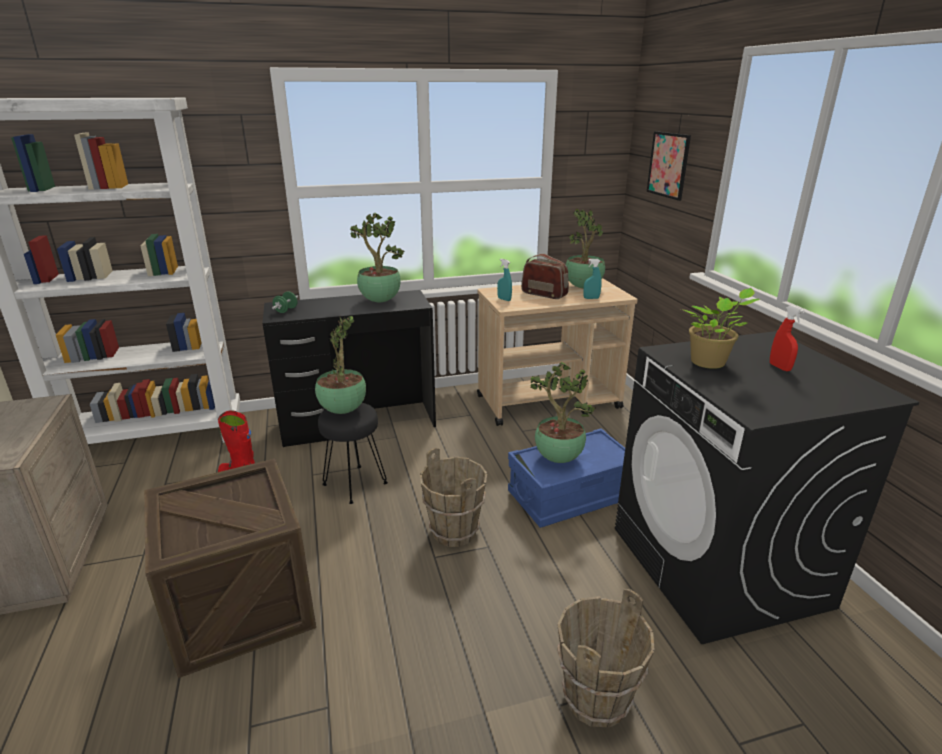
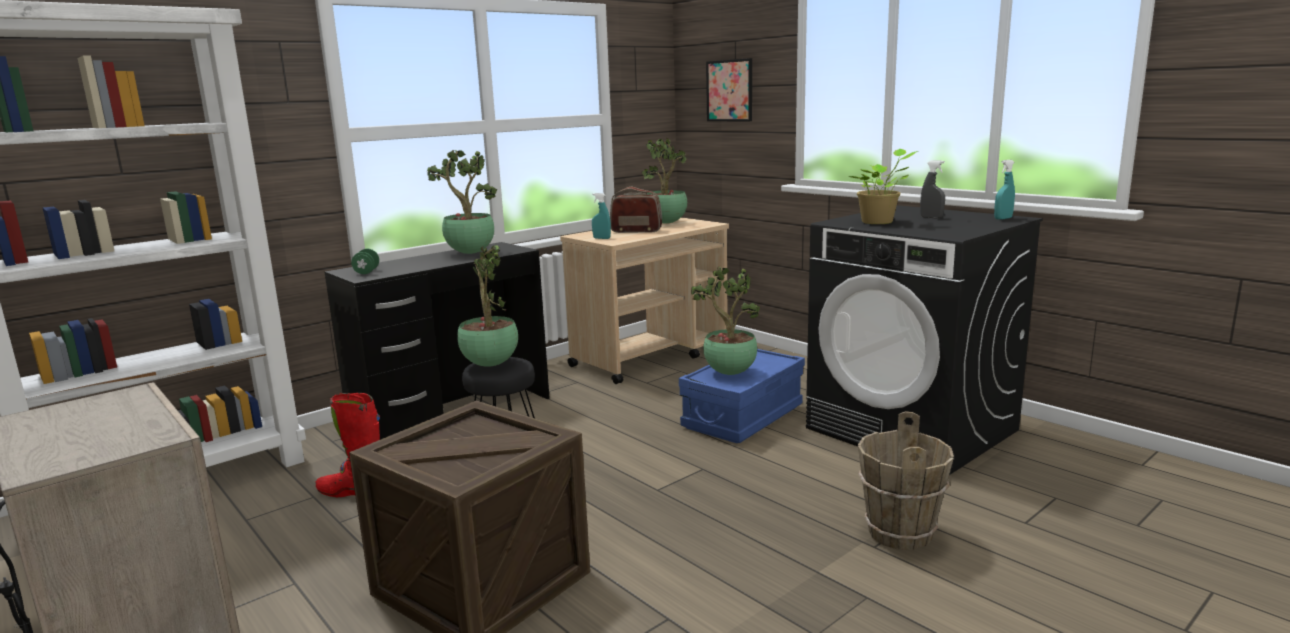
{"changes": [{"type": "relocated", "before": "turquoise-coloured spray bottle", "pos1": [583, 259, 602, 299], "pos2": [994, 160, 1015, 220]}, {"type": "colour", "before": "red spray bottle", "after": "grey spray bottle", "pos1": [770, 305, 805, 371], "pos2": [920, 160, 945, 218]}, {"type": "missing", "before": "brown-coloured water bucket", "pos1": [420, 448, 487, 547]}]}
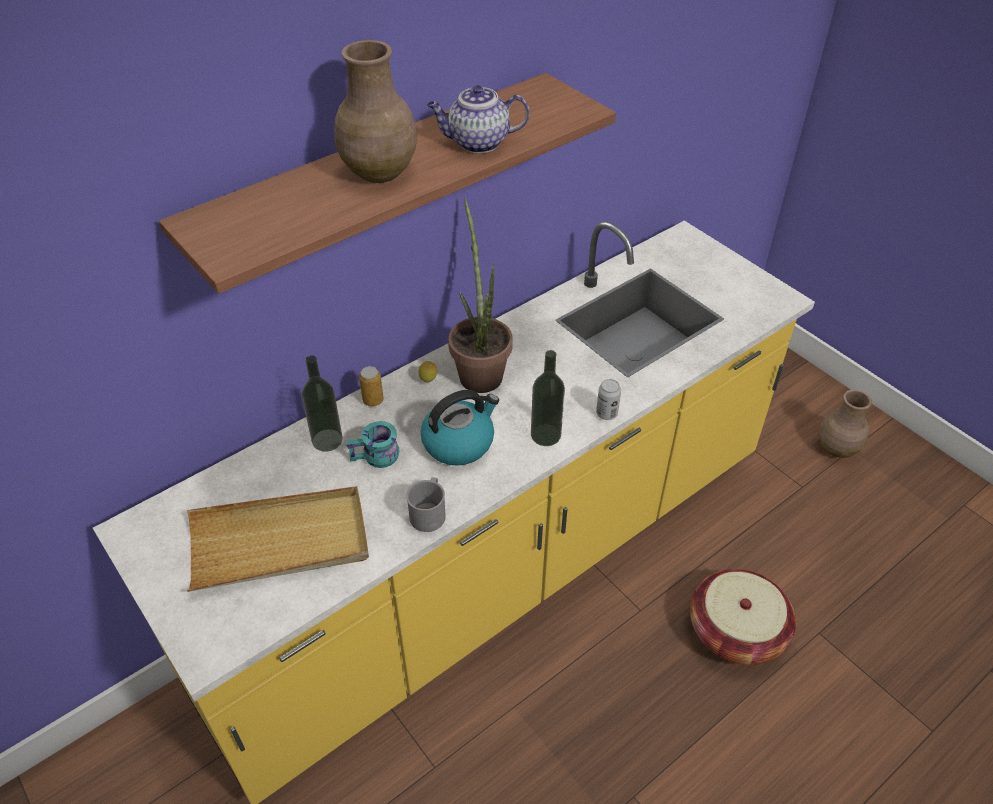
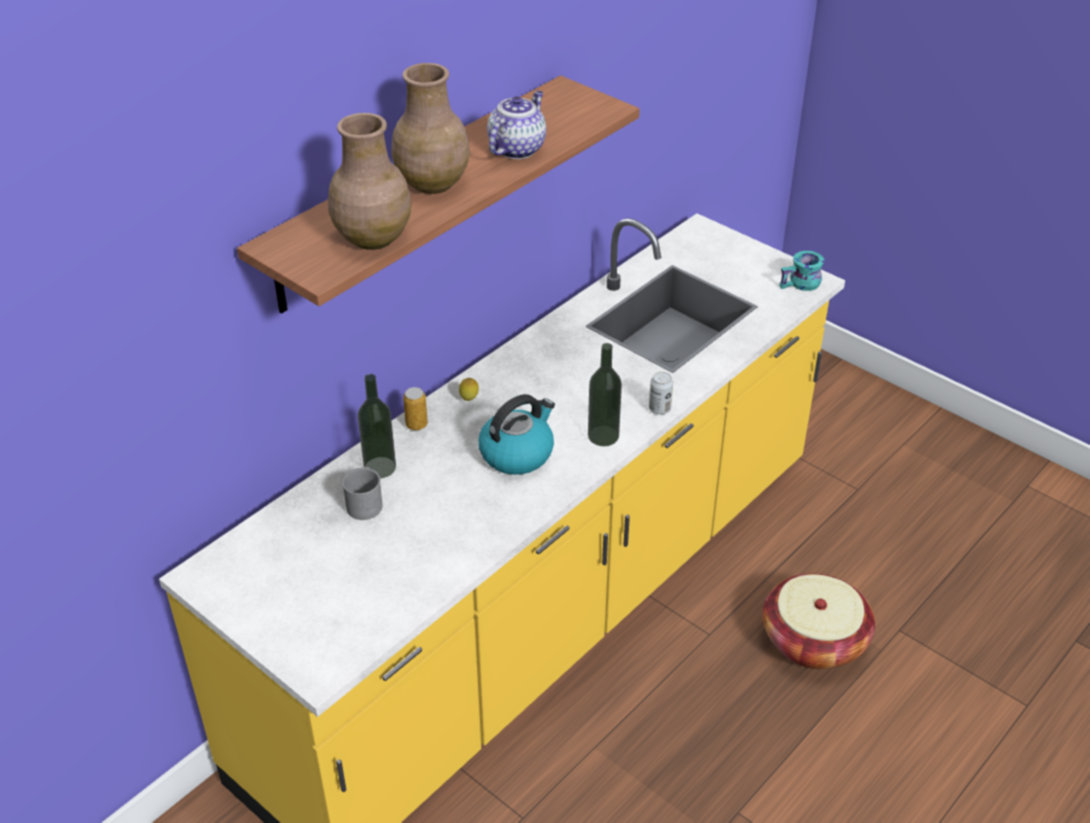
{"changes": [{"type": "spun", "before": "pot for tea", "pos1": [427, 85, 530, 153], "pos2": [487, 91, 546, 159], "turn": 135}, {"type": "missing", "before": "plant in a pot", "pos1": [448, 198, 513, 393]}, {"type": "relocated", "before": "brown-coloured flower vase", "pos1": [819, 390, 872, 458], "pos2": [328, 113, 412, 250]}, {"type": "relocated", "before": "turquoise-coloured mug", "pos1": [346, 421, 400, 468], "pos2": [779, 251, 824, 291]}, {"type": "relocated", "before": "grey mug", "pos1": [406, 477, 446, 532], "pos2": [342, 467, 383, 520]}, {"type": "missing", "before": "beige-coloured carrying tray", "pos1": [187, 486, 369, 592]}]}
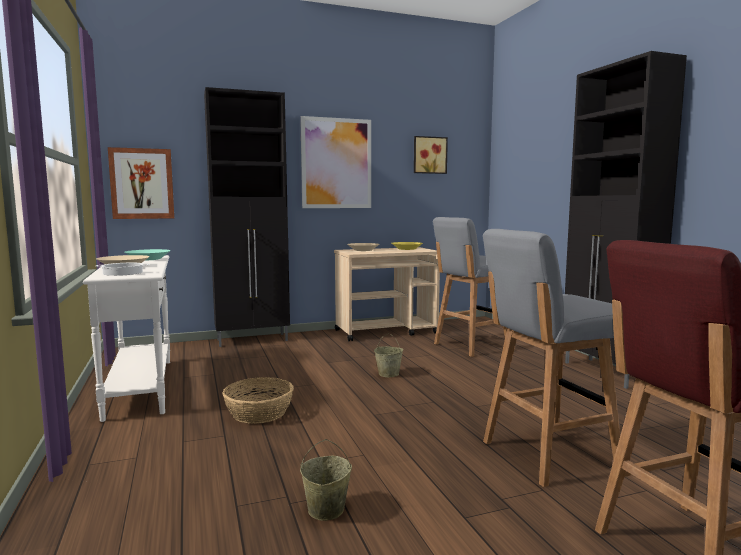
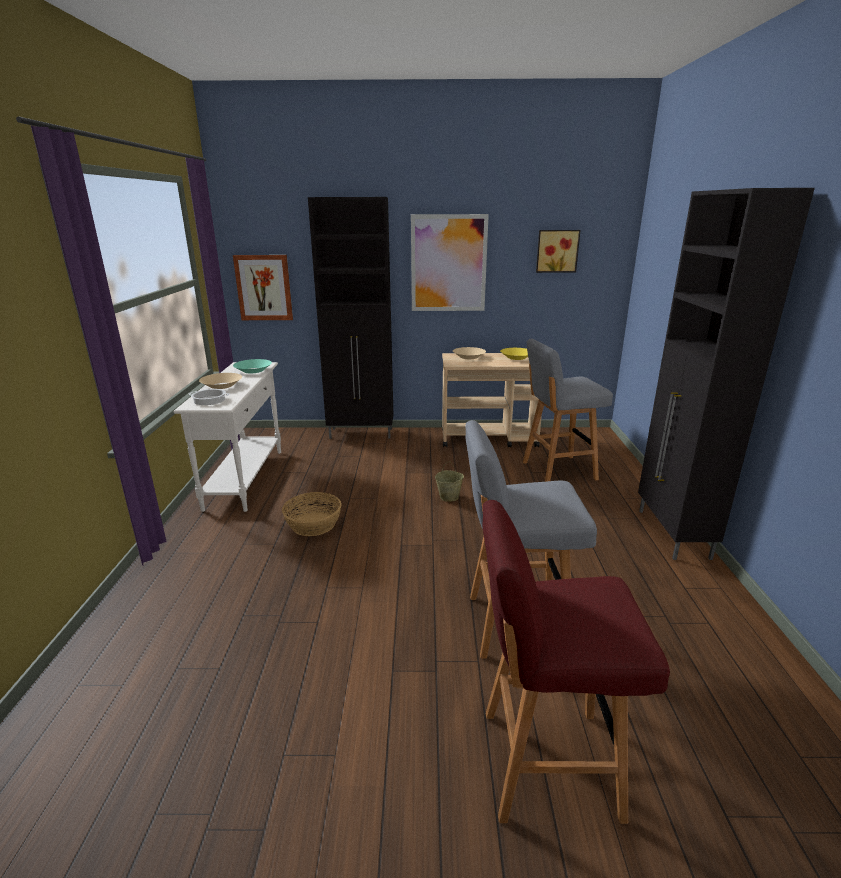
{"changes": [{"type": "missing", "before": "beige-coloured water bucket", "pos1": [300, 439, 352, 521]}]}
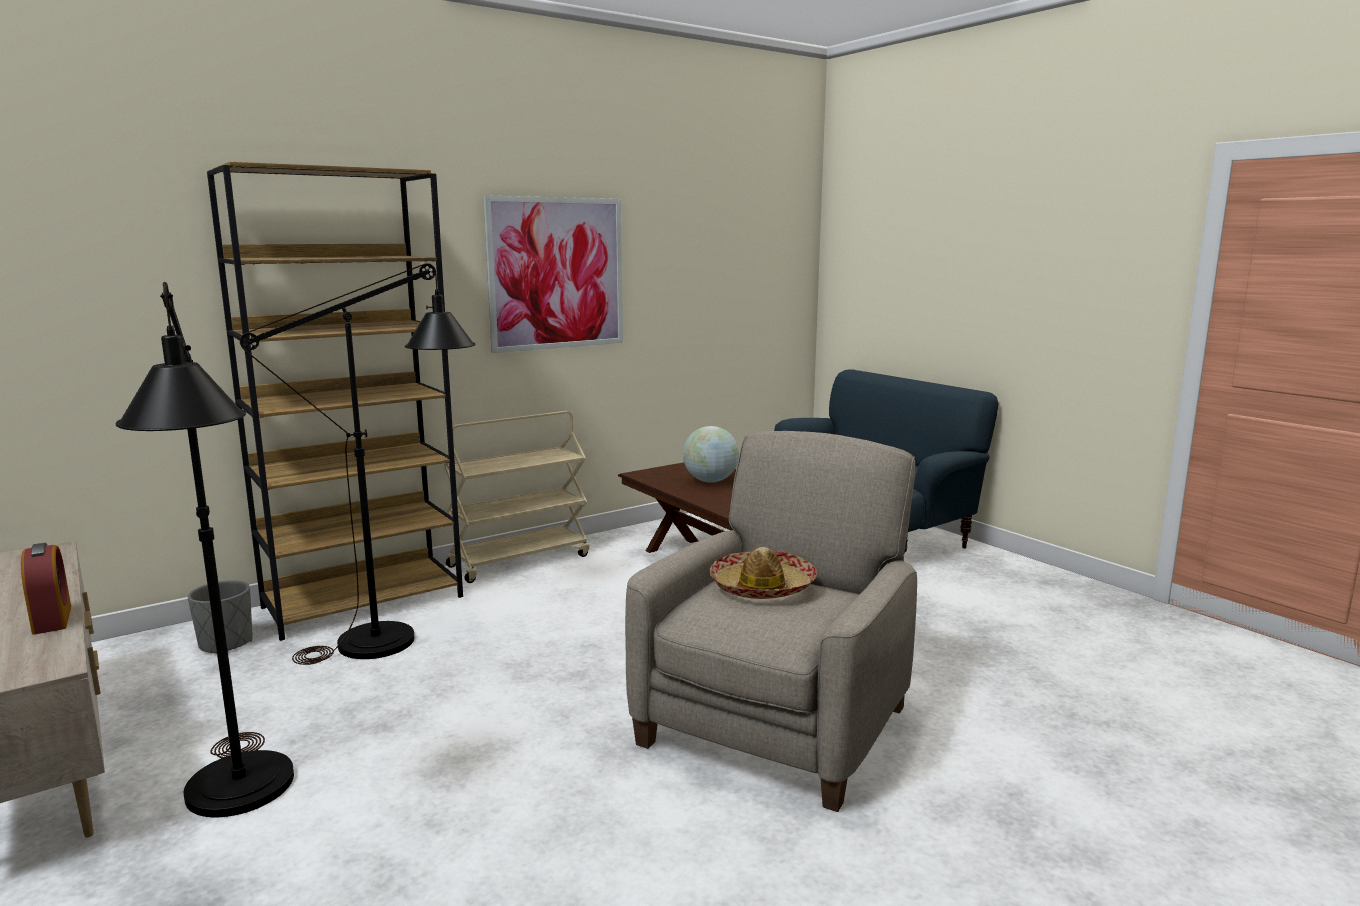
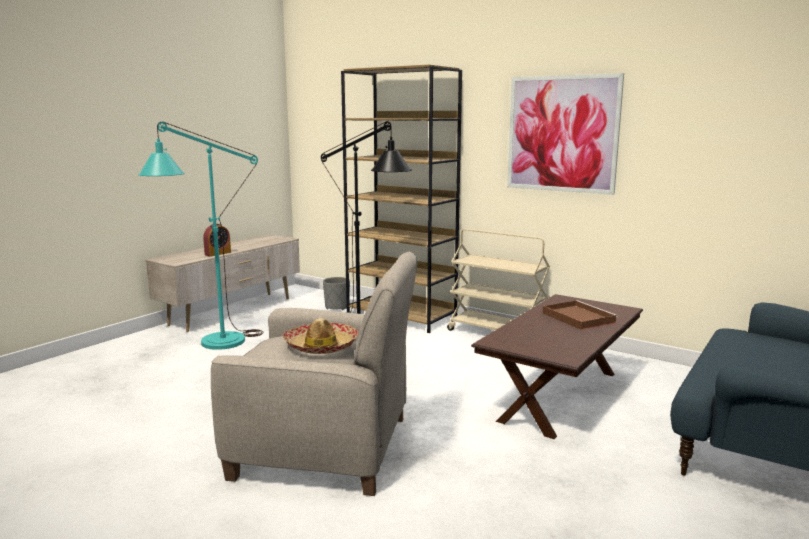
{"changes": [{"type": "colour", "before": "black standing lamp", "after": "turquoise-coloured standing lamp", "pos1": [116, 282, 294, 817], "pos2": [138, 122, 263, 350]}, {"type": "exchanged", "before": "world globe", "after": "brown-coloured carrying tray", "pos1": [683, 426, 739, 483], "pos2": [543, 300, 618, 330]}]}
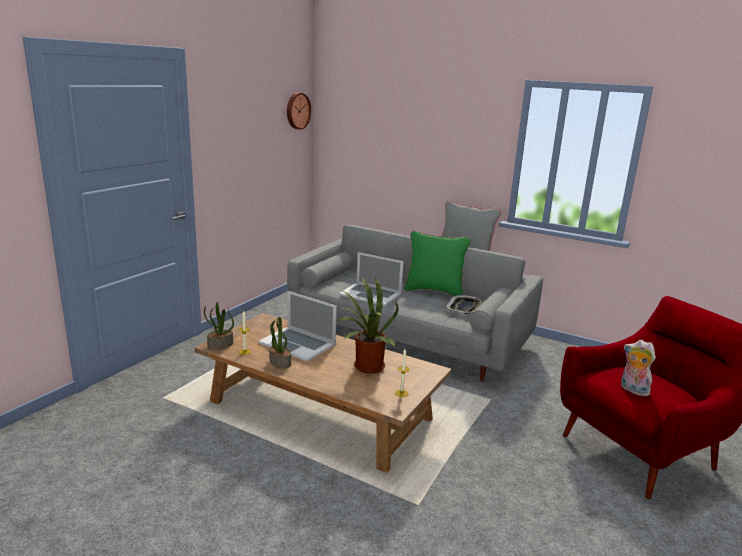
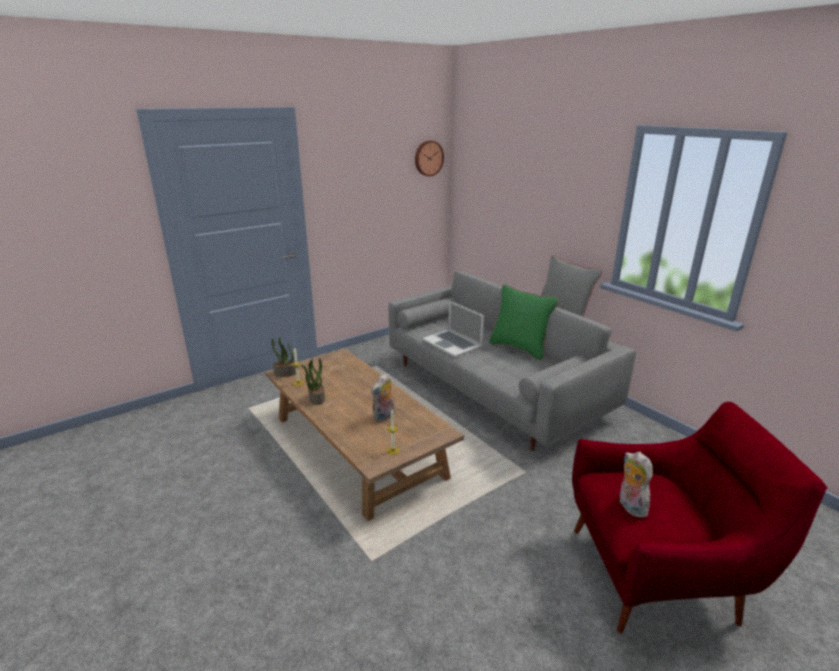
{"changes": [{"type": "exchanged", "before": "plant in a pot", "after": "soft toy", "pos1": [337, 276, 399, 374], "pos2": [371, 373, 395, 422]}, {"type": "missing", "before": "notebook computer", "pos1": [258, 291, 337, 362]}, {"type": "missing", "before": "carrying tray", "pos1": [445, 295, 483, 314]}]}
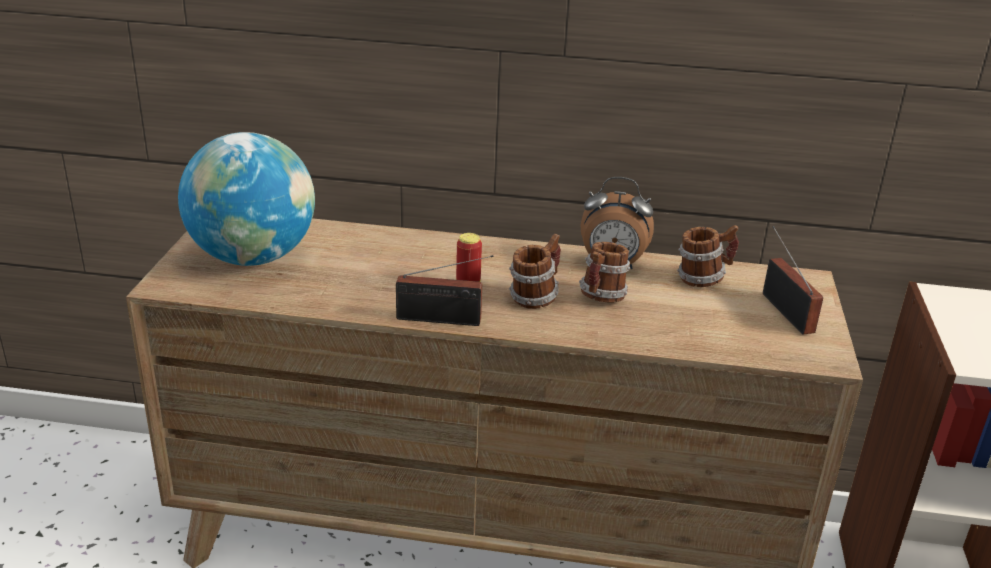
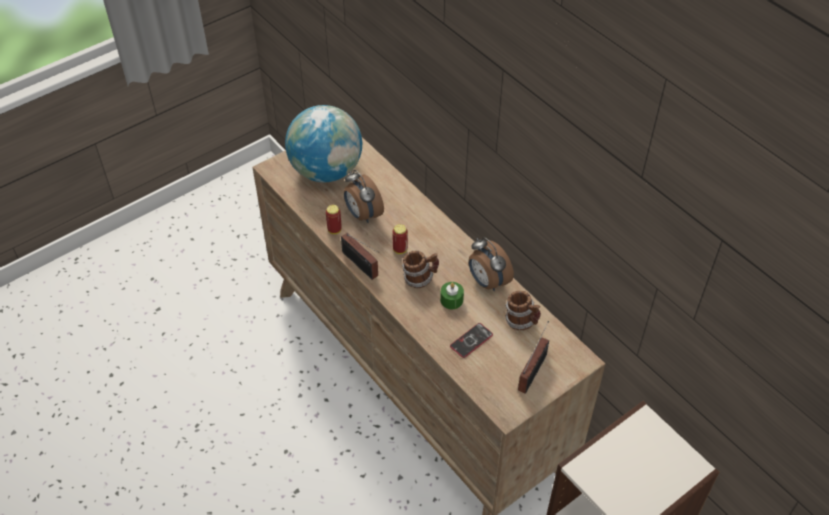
{"changes": [{"type": "exchanged", "before": "mug", "after": "greenish wax candle", "pos1": [579, 242, 630, 303], "pos2": [440, 282, 464, 309]}, {"type": "appeared", "after": "bedside clock", "pos2": [344, 170, 384, 223]}, {"type": "appeared", "after": "metal can", "pos2": [326, 205, 342, 234]}, {"type": "appeared", "after": "handset", "pos2": [450, 323, 493, 358]}]}
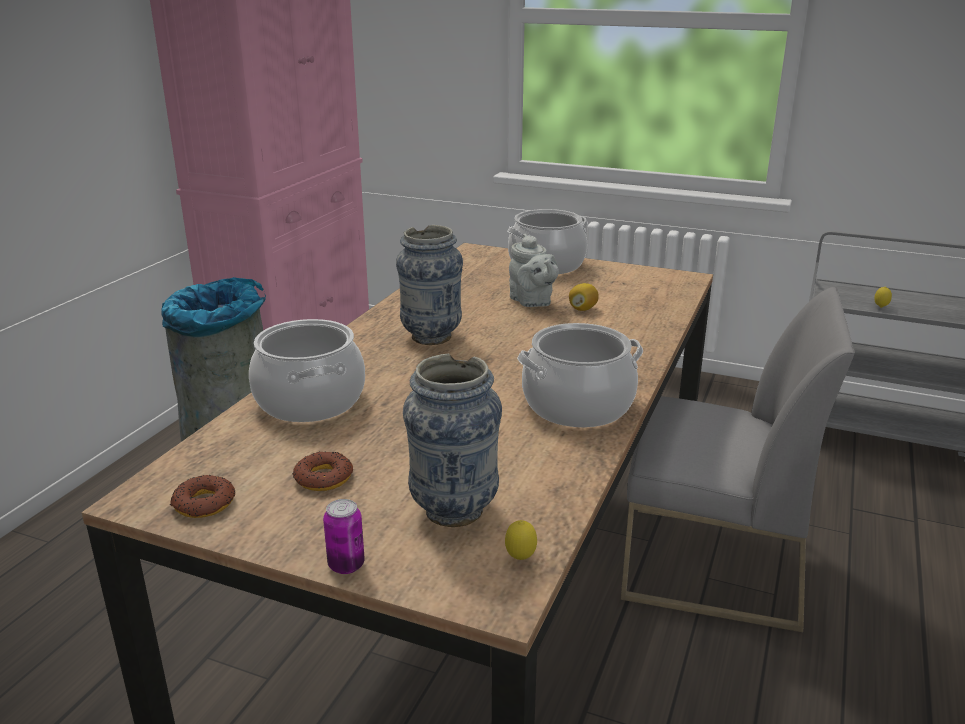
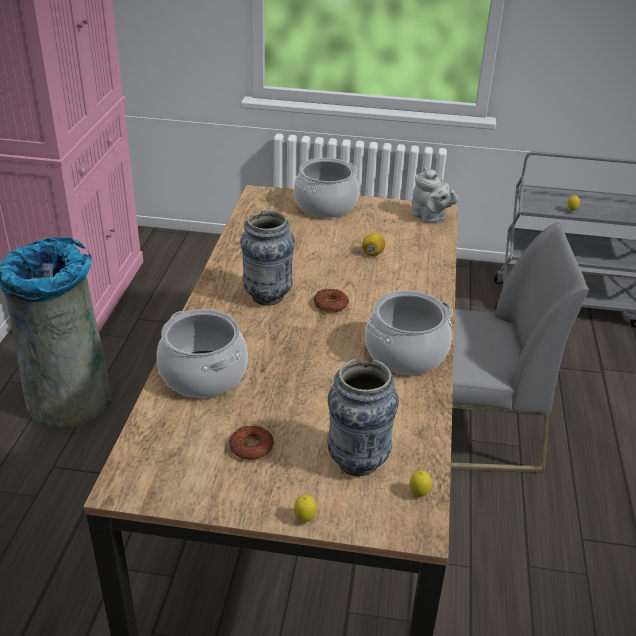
{"changes": [{"type": "relocated", "before": "grey pot for tea", "pos1": [509, 234, 559, 307], "pos2": [412, 168, 458, 224]}, {"type": "relocated", "before": "doughnut", "pos1": [170, 475, 235, 518], "pos2": [314, 289, 349, 313]}, {"type": "exchanged", "before": "metal can", "after": "lemon", "pos1": [323, 499, 365, 574], "pos2": [294, 495, 317, 522]}]}
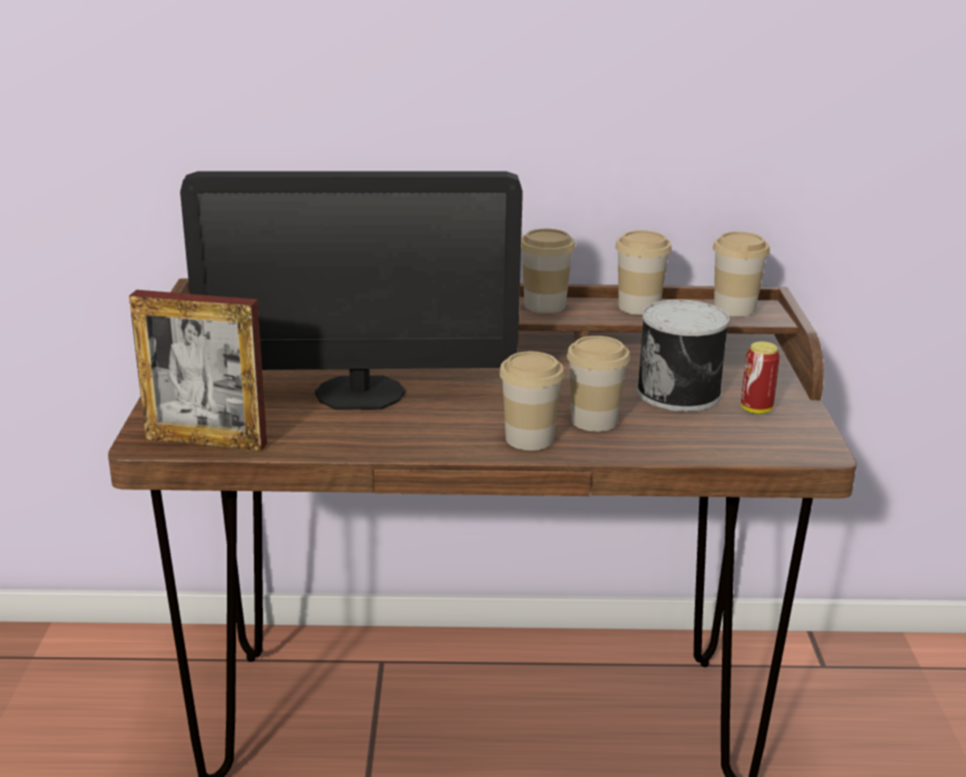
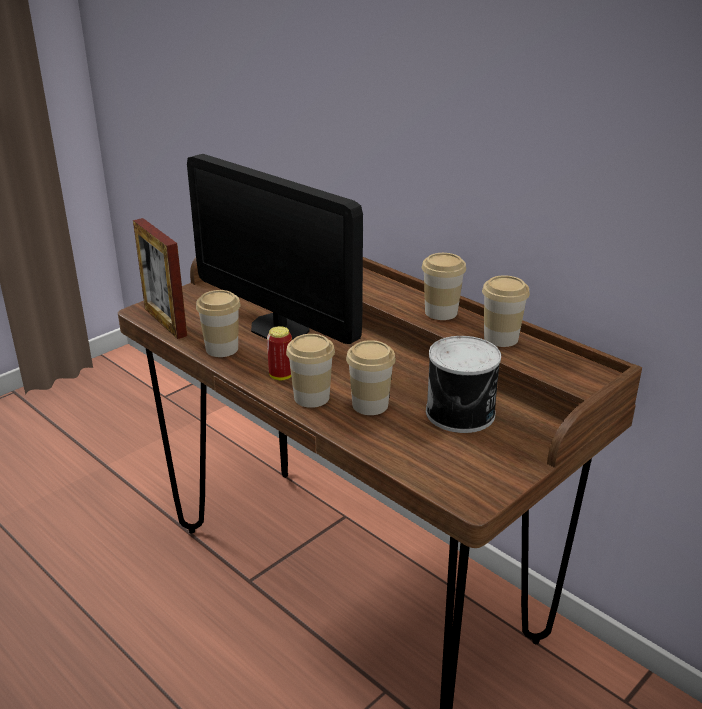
{"changes": [{"type": "relocated", "before": "cup", "pos1": [713, 232, 770, 316], "pos2": [196, 290, 241, 357]}, {"type": "relocated", "before": "metal can", "pos1": [741, 342, 780, 414], "pos2": [267, 326, 292, 380]}]}
